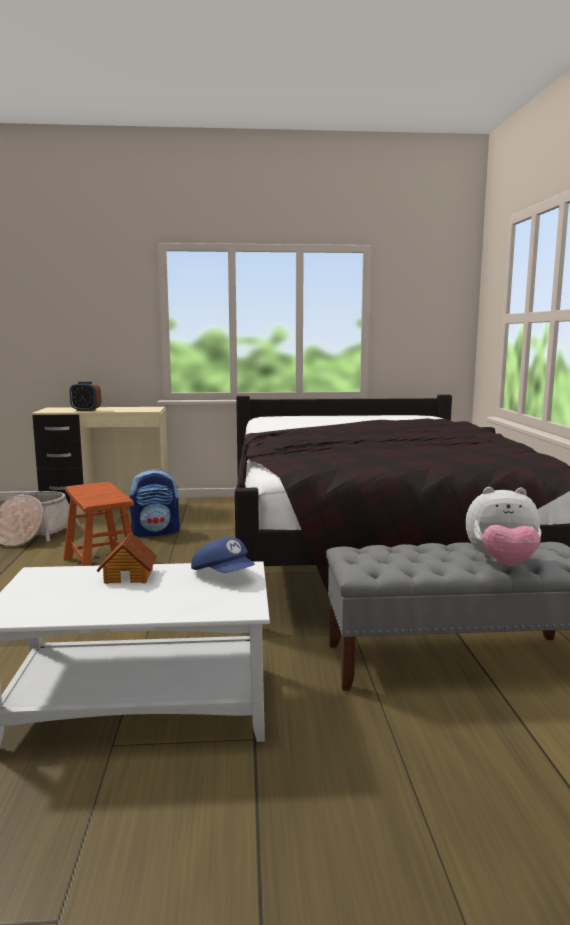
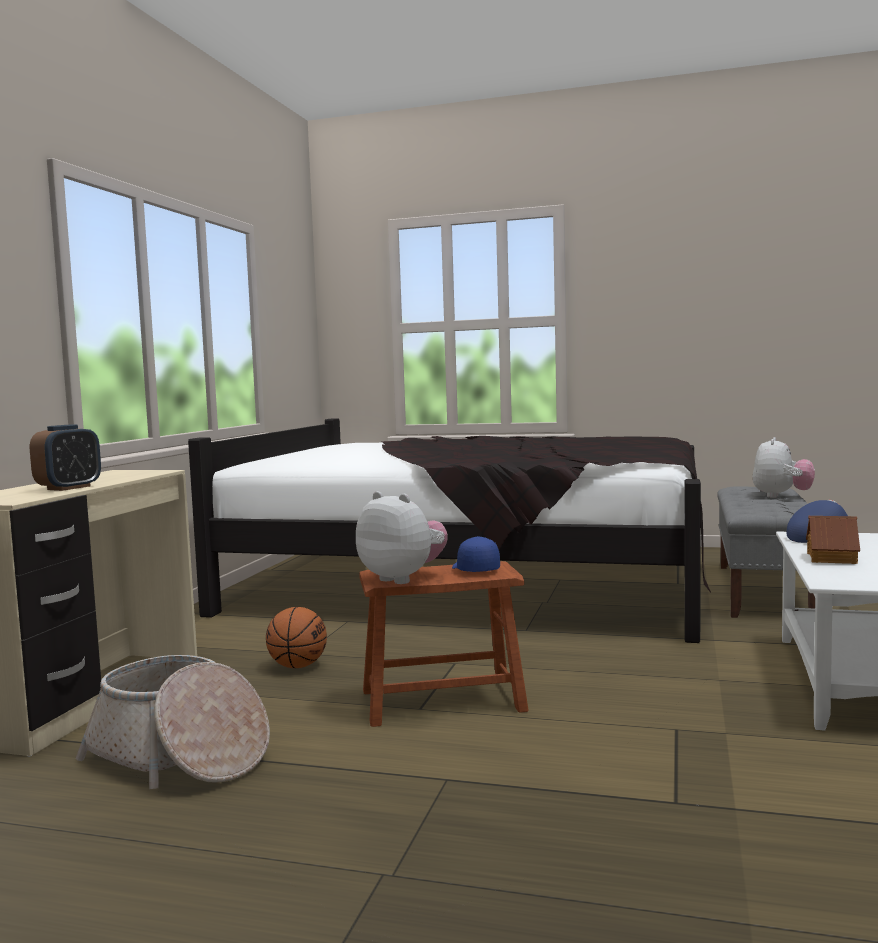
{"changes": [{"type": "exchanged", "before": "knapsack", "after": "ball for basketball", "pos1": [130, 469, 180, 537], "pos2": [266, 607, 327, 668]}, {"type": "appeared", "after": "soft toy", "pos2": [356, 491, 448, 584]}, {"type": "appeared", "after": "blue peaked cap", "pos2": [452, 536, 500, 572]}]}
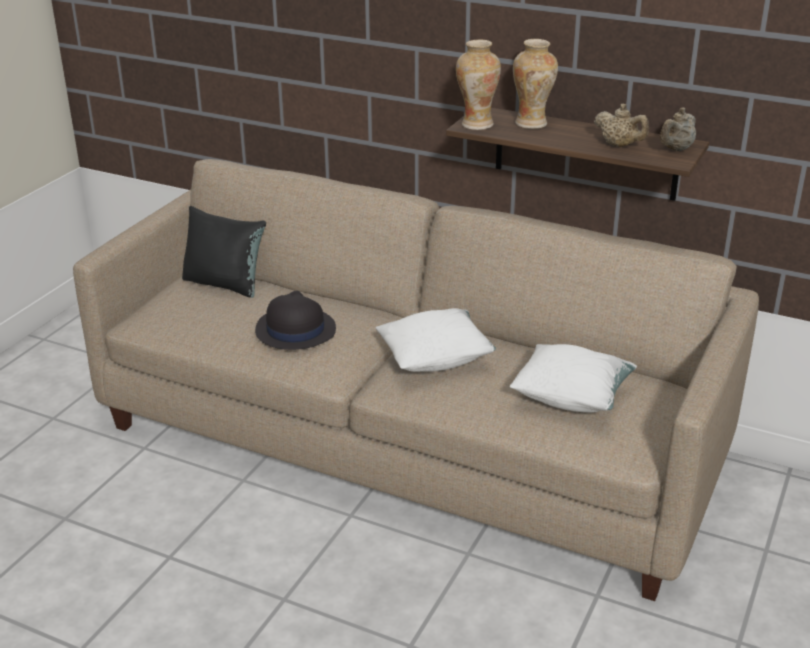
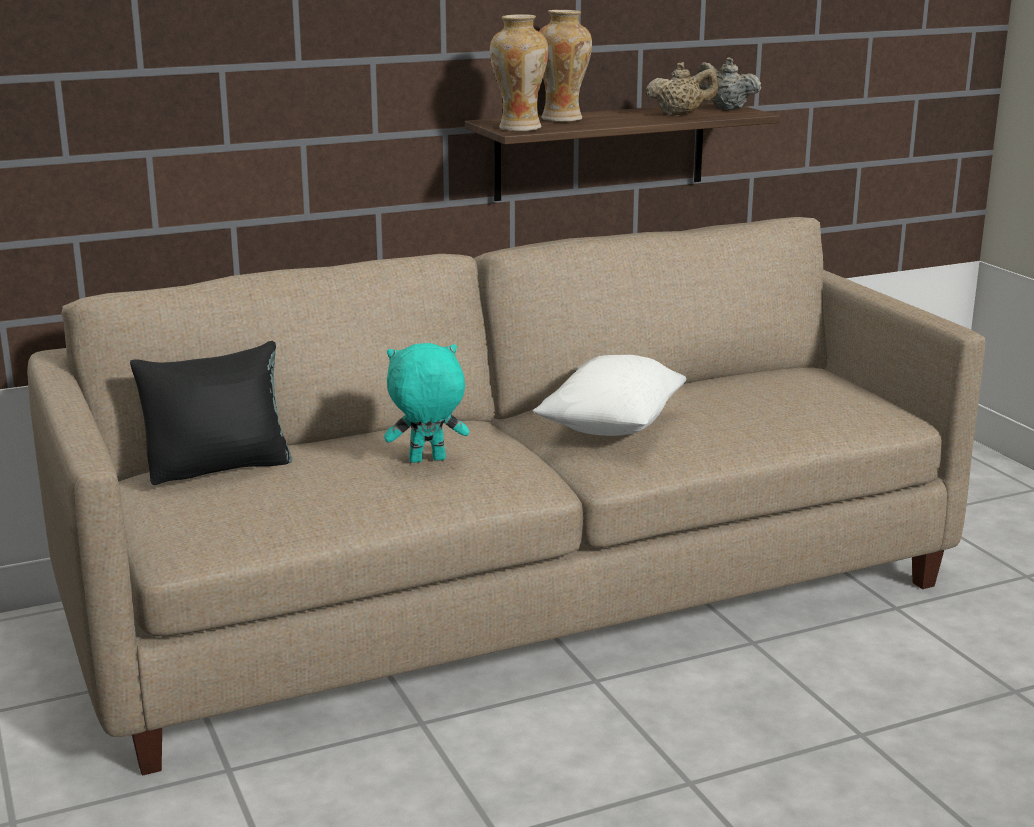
{"changes": [{"type": "spun", "before": "beige-coloured pot for tea", "pos1": [660, 107, 696, 151], "pos2": [697, 57, 761, 110], "turn": 135}, {"type": "exchanged", "before": "black hat", "after": "turquoise-coloured soft toy", "pos1": [255, 291, 336, 350], "pos2": [384, 343, 469, 463]}, {"type": "missing", "before": "whitish throw pillow", "pos1": [509, 344, 637, 413]}]}
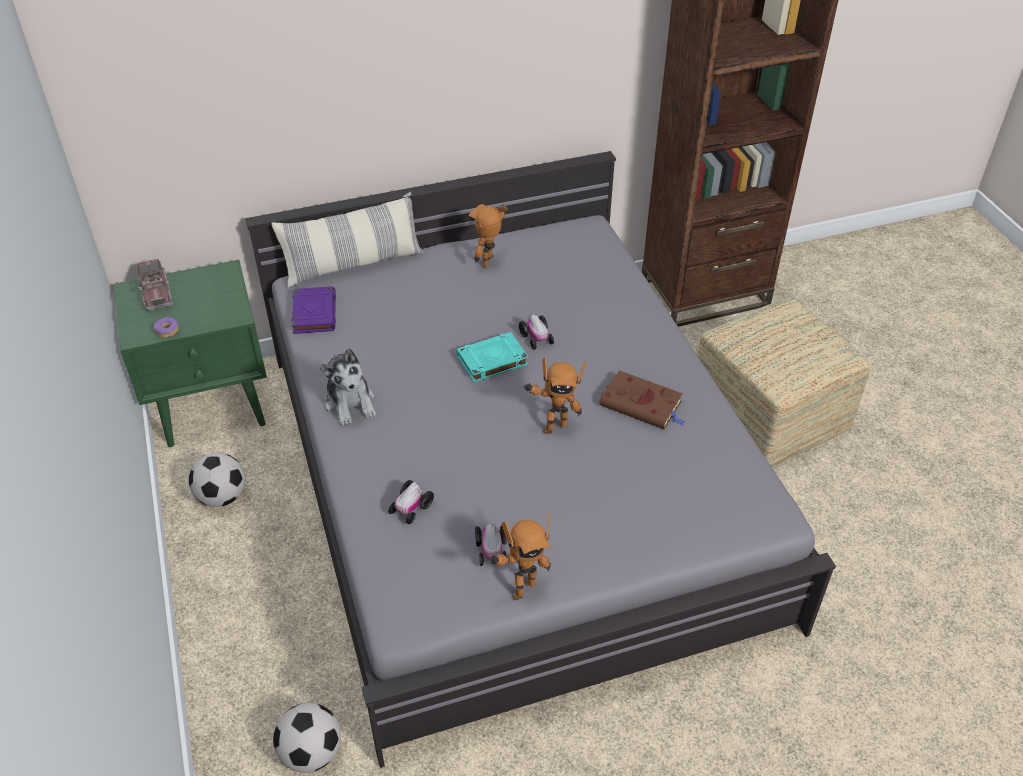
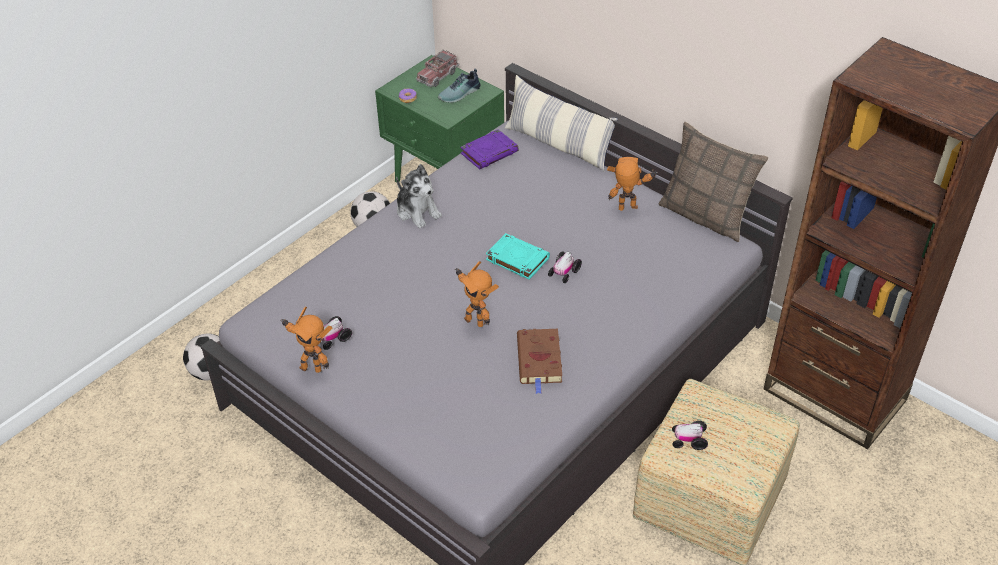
{"changes": [{"type": "spun", "before": "soft toy", "pos1": [320, 349, 376, 426], "pos2": [396, 164, 442, 228], "turn": -75}, {"type": "relocated", "before": "toy car", "pos1": [388, 480, 434, 524], "pos2": [672, 421, 708, 450]}, {"type": "appeared", "after": "low shoe", "pos2": [438, 69, 480, 103]}, {"type": "appeared", "after": "throw pillow", "pos2": [659, 122, 768, 242]}]}
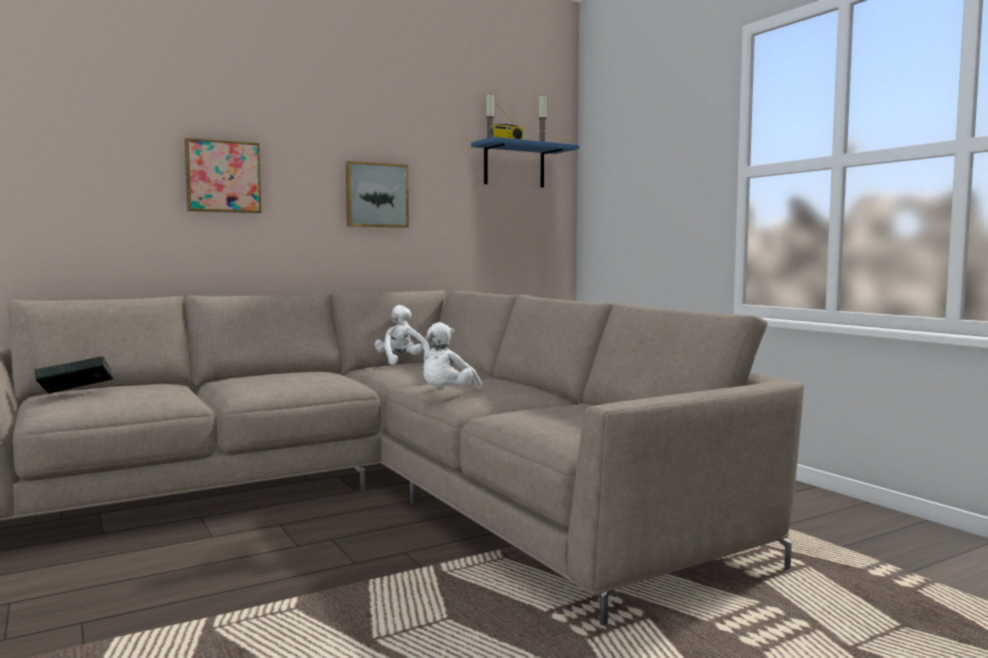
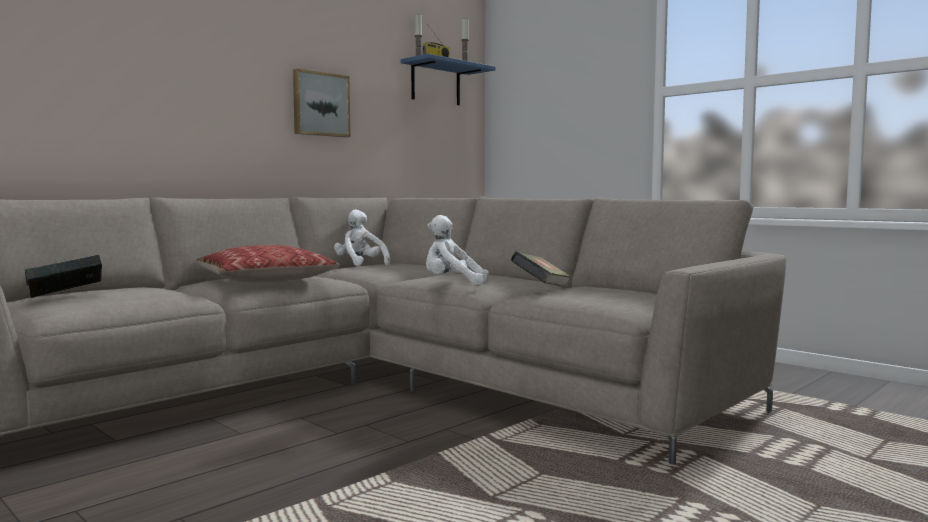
{"changes": [{"type": "missing", "before": "picture", "pos1": [184, 138, 262, 213]}, {"type": "spun", "before": "whitish soft toy", "pos1": [423, 322, 483, 389], "pos2": [426, 215, 488, 286], "turn": 90}, {"type": "appeared", "after": "throw pillow", "pos2": [196, 245, 339, 283]}, {"type": "appeared", "after": "volume", "pos2": [511, 251, 572, 287]}]}
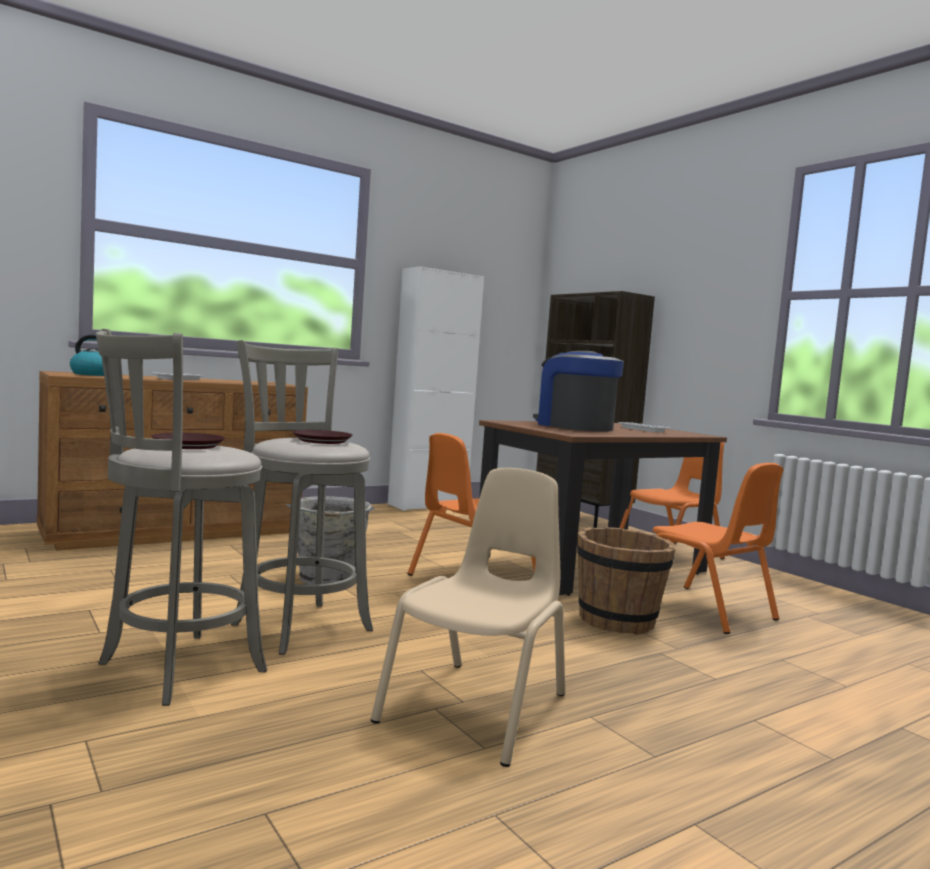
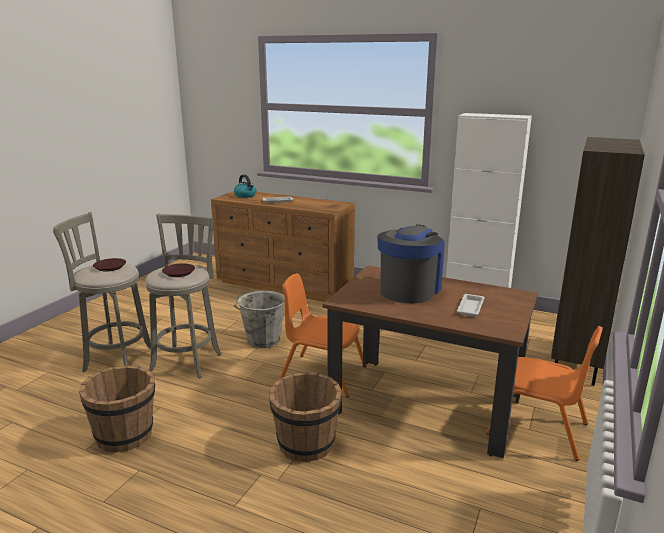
{"changes": [{"type": "missing", "before": "orangey chair", "pos1": [652, 463, 783, 634]}, {"type": "exchanged", "before": "beige-coloured chair", "after": "brown-coloured water bucket", "pos1": [371, 468, 565, 767], "pos2": [79, 365, 155, 453]}]}
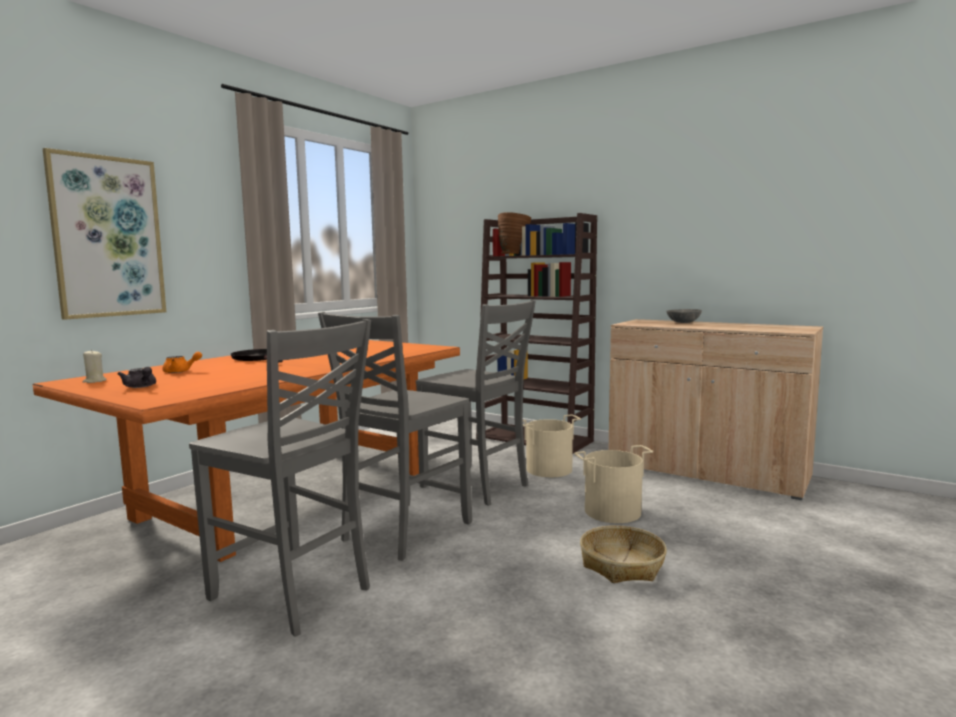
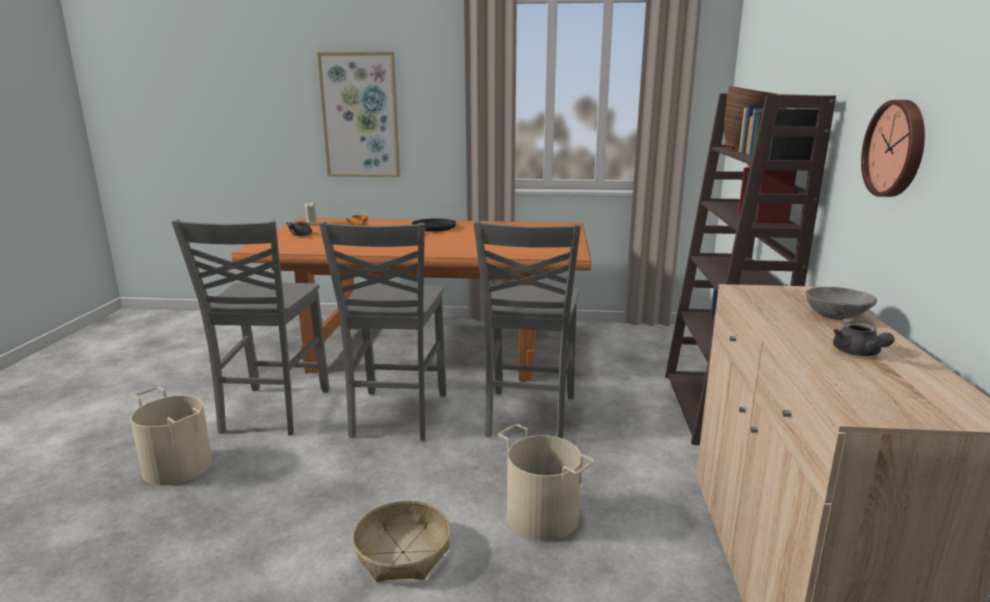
{"changes": [{"type": "spun", "before": "grey chair", "pos1": [318, 312, 472, 561], "pos2": [319, 221, 446, 441], "turn": -90}, {"type": "relocated", "before": "beige-coloured water bucket", "pos1": [522, 415, 581, 477], "pos2": [130, 386, 212, 486]}, {"type": "appeared", "after": "wall clock", "pos2": [861, 100, 925, 197]}, {"type": "appeared", "after": "grey pot for tea", "pos2": [833, 322, 895, 356]}]}
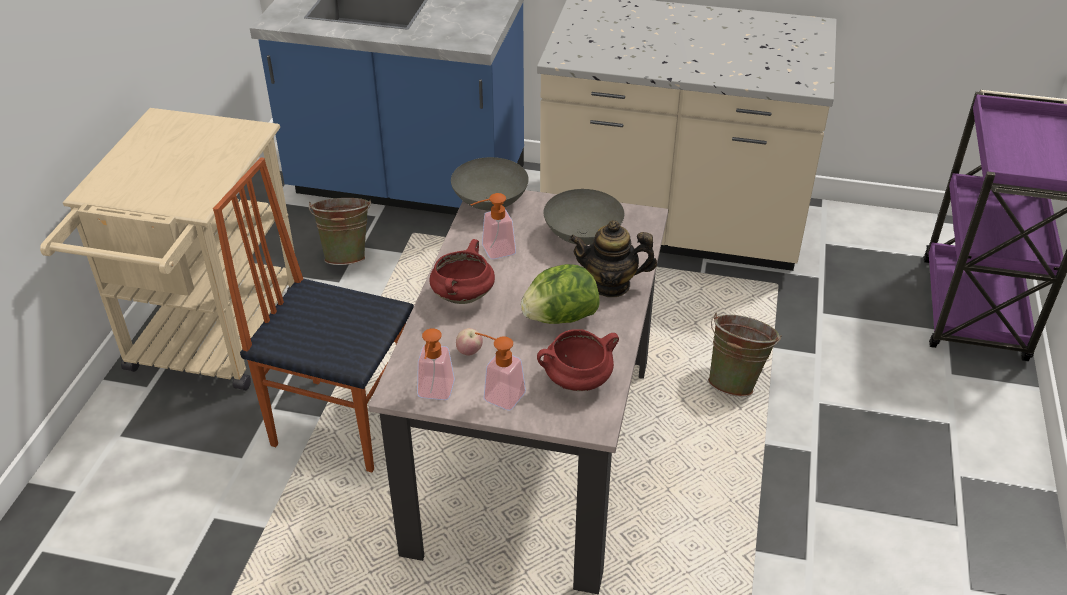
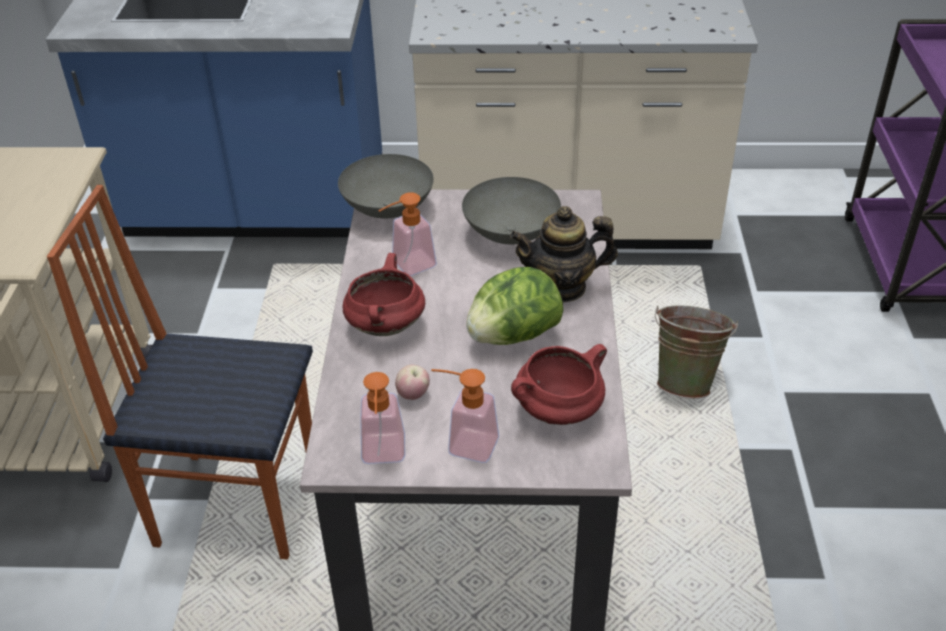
{"changes": [{"type": "missing", "before": "greenish water bucket", "pos1": [309, 198, 371, 265]}]}
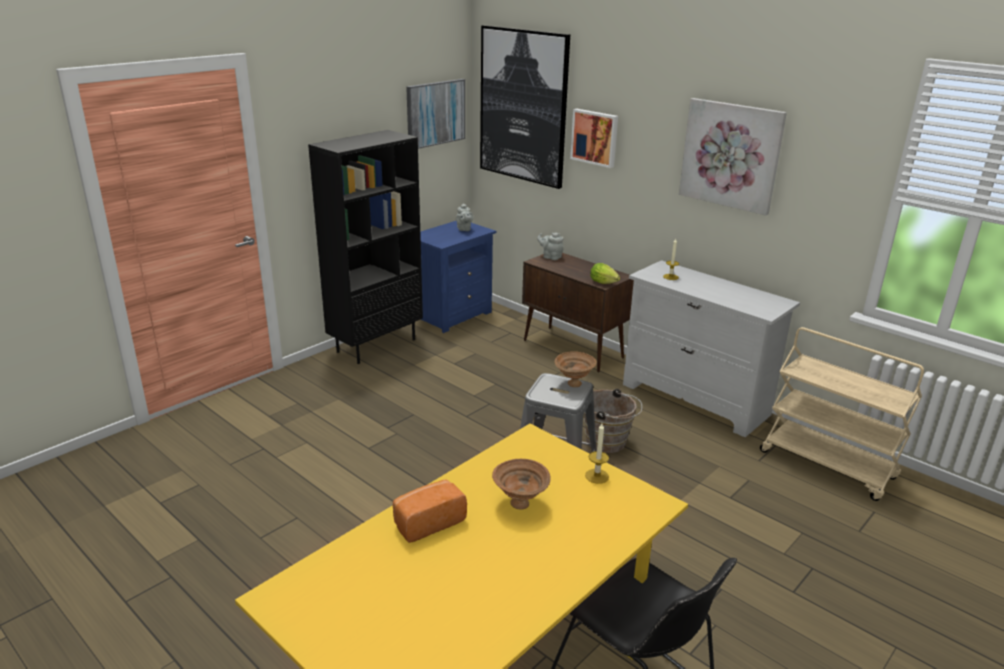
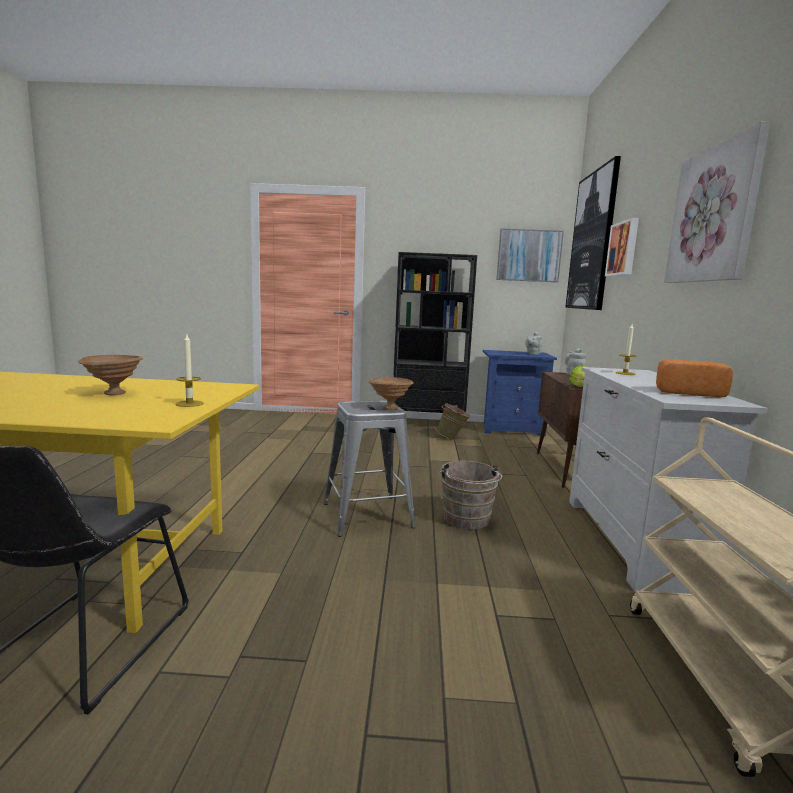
{"changes": [{"type": "relocated", "before": "baked bread", "pos1": [393, 480, 467, 543], "pos2": [656, 359, 733, 398]}, {"type": "appeared", "after": "greenish water bucket", "pos2": [436, 403, 471, 440]}]}
